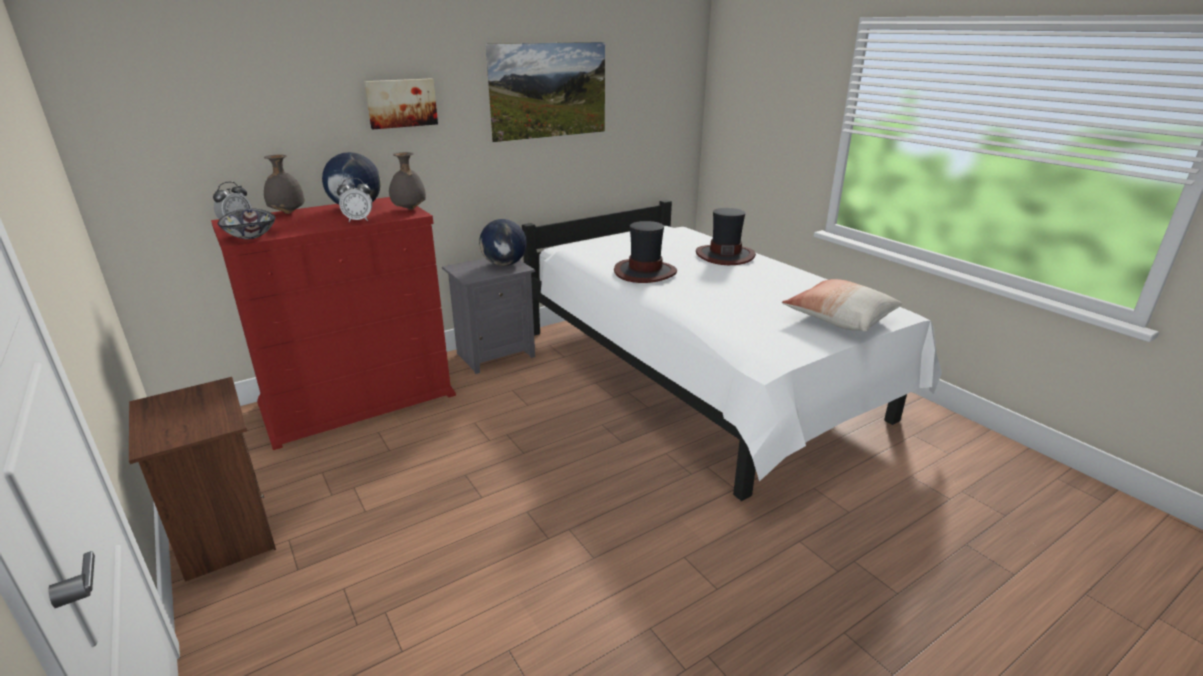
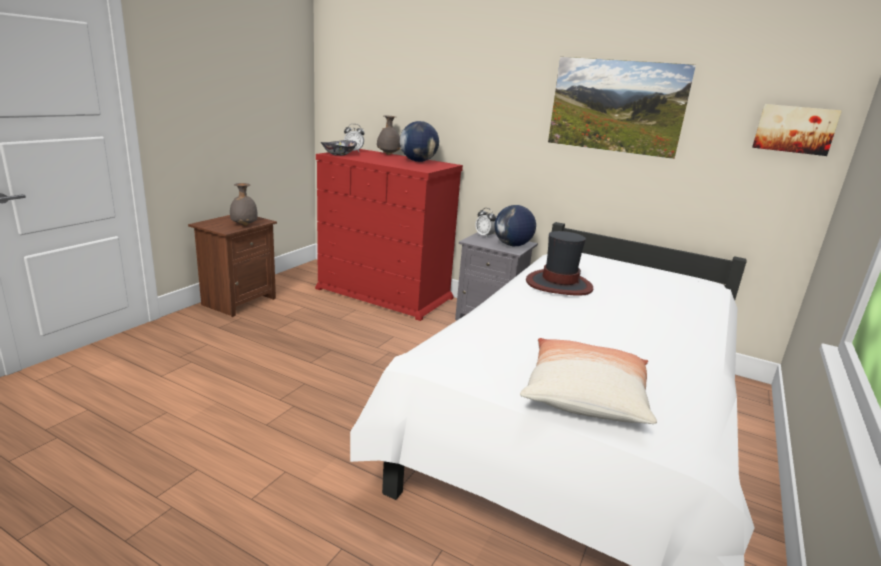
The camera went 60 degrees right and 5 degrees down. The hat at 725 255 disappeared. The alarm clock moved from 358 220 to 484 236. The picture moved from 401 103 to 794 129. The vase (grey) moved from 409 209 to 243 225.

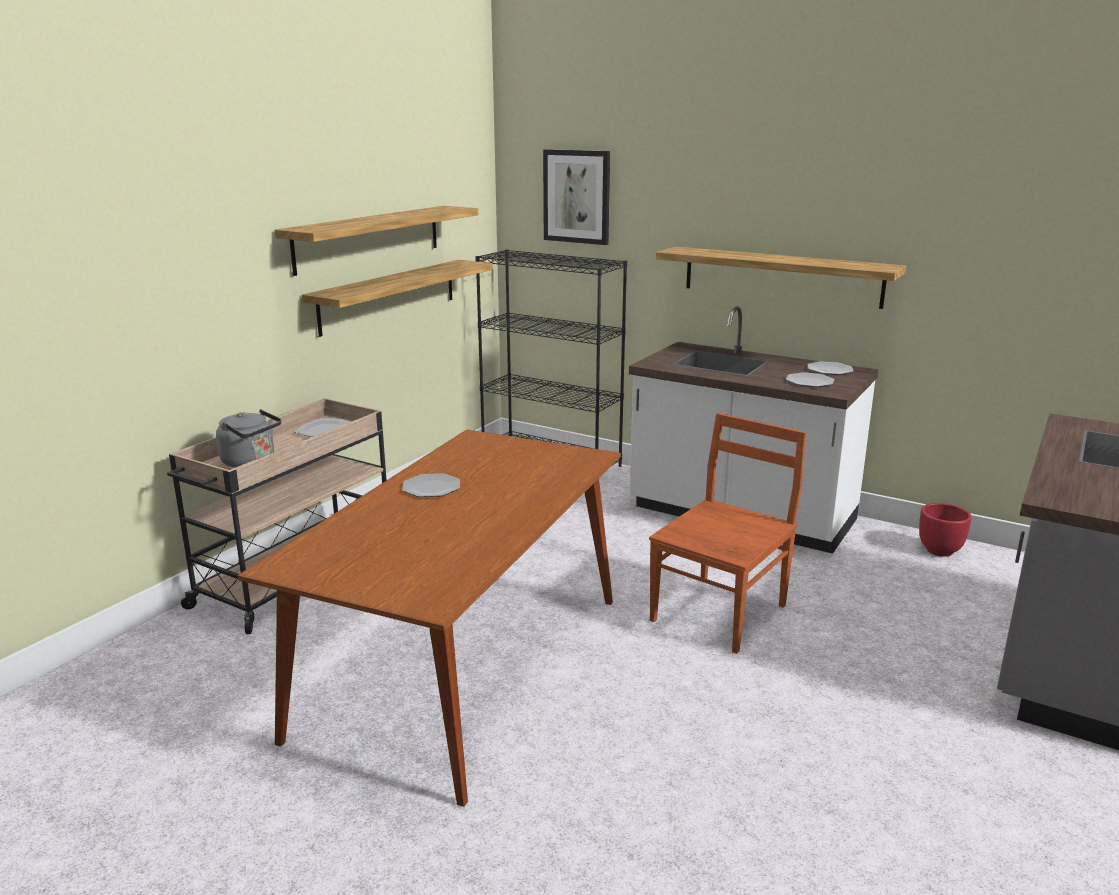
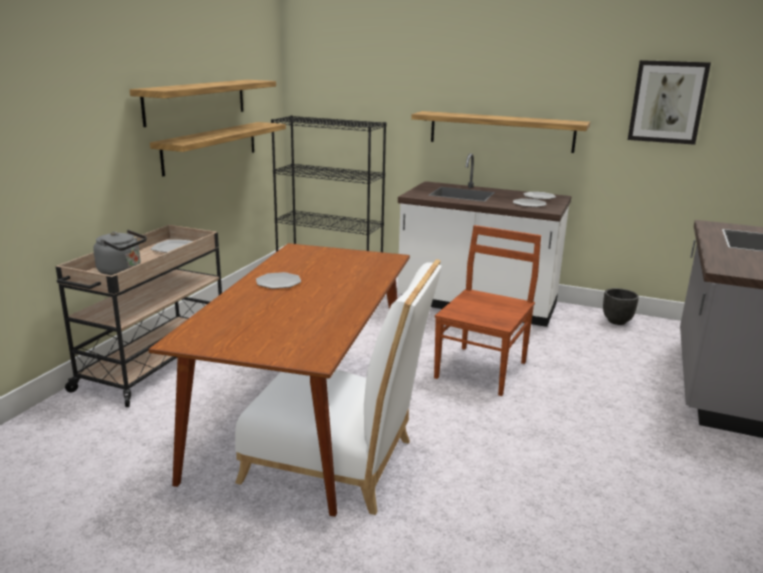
The camera went 10 degrees left and 0 degrees up. The chair (white) at 339 463 appeared. The picture moved from 577 196 to 667 102. The planter (red) at 939 551 became the planter (black) at 617 321.

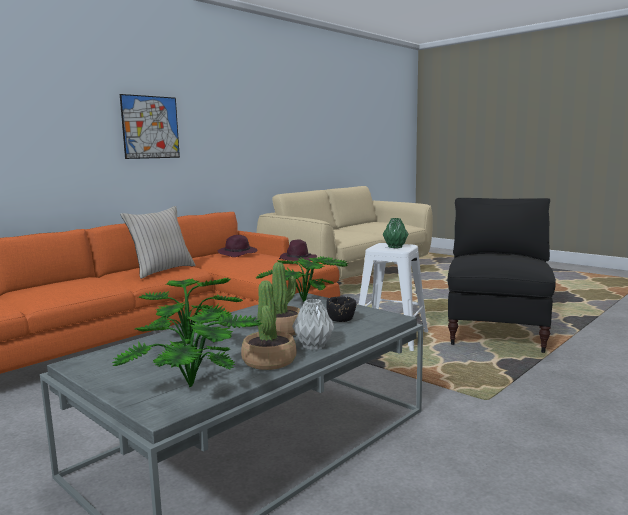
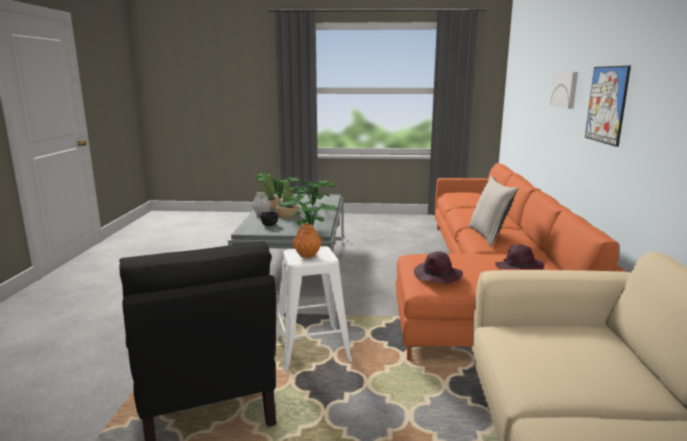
The camera went 140 degrees right and 5 degrees up. The picture at 565 89 appeared. The vase (green) at 394 247 became the vase (orange) at 308 256.

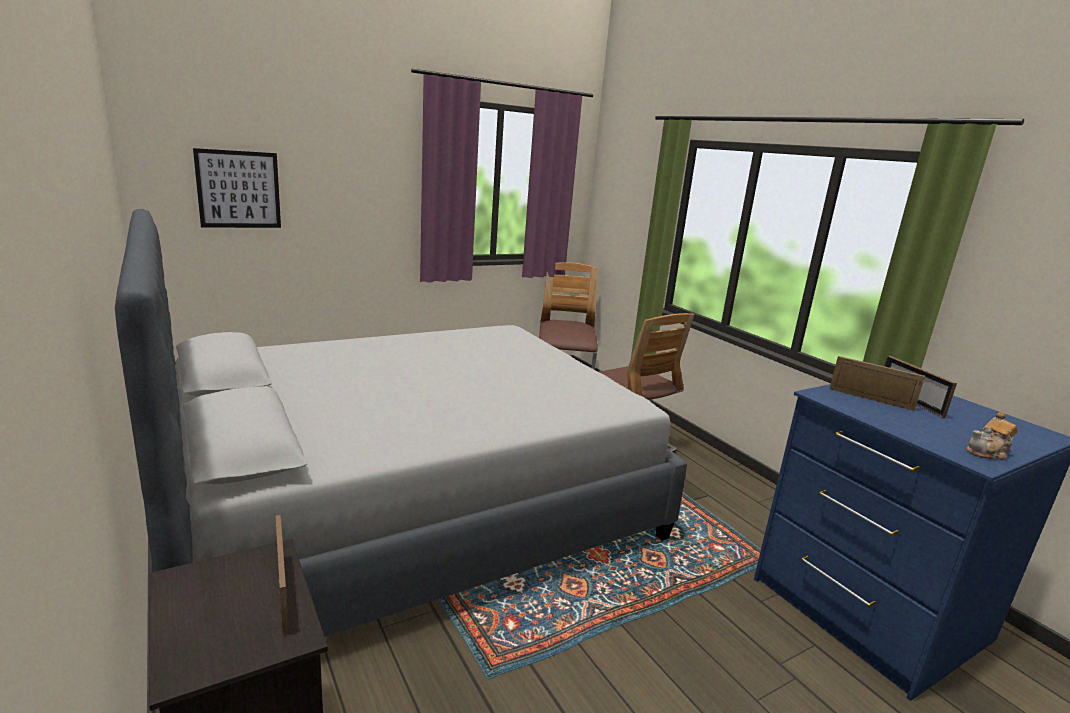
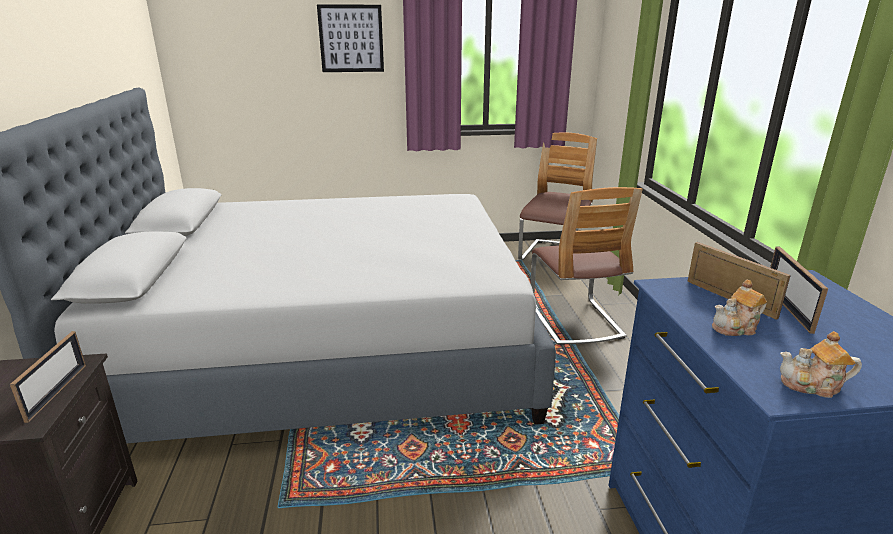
The camera went 25 degrees right and 5 degrees up. The teapot at 736 328 appeared. The picture moved from 239 189 to 351 38.

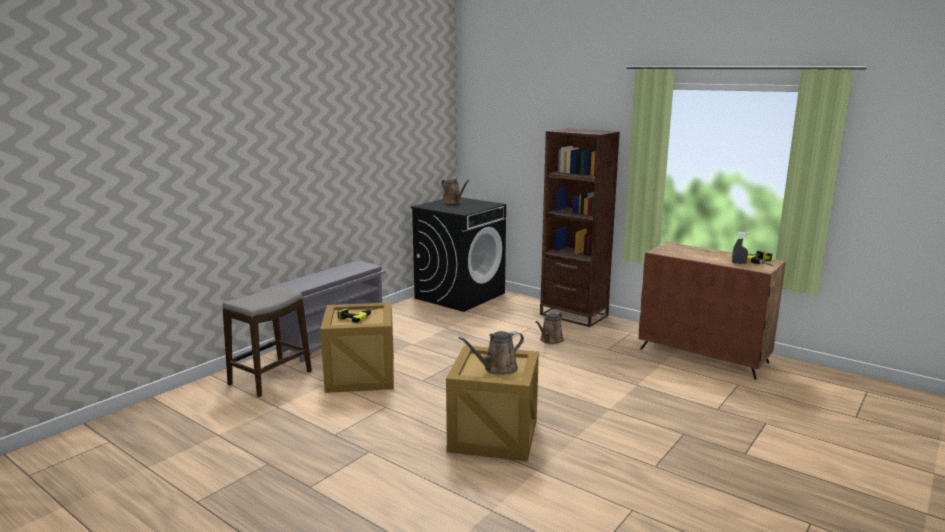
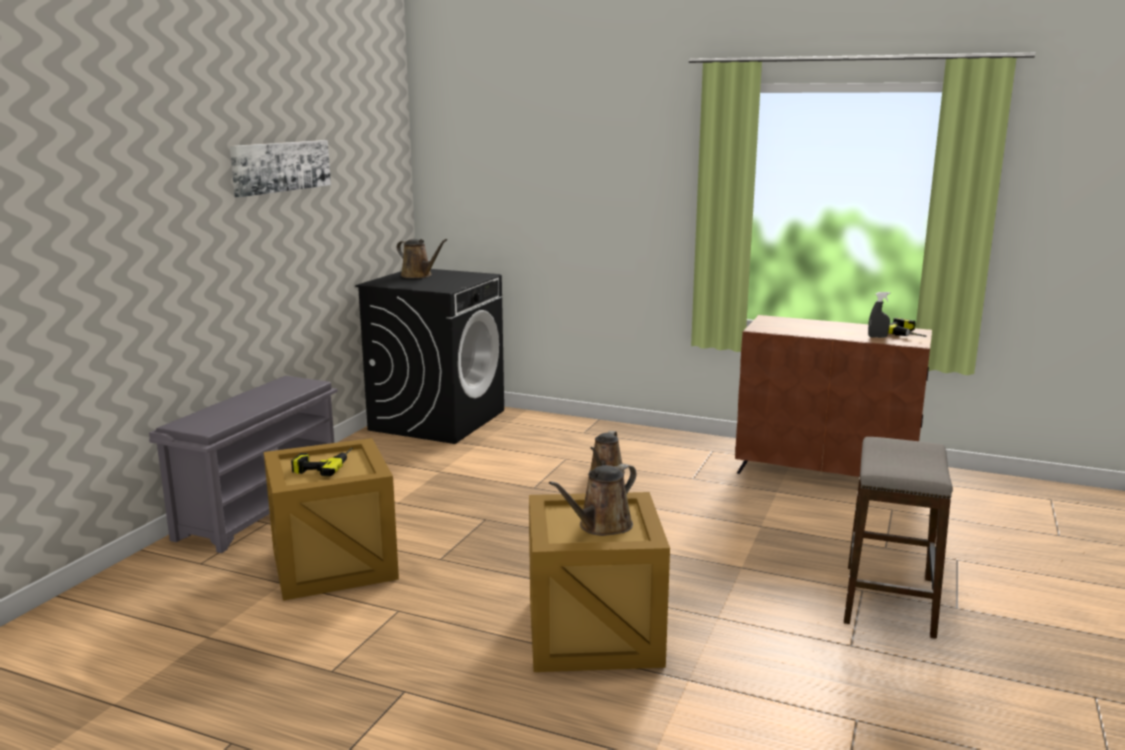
The camera went 15 degrees left and 0 degrees up. The bookcase (brown) at 573 315 disappeared. The picture at 281 166 appeared. The stool moved from 270 378 to 888 601.

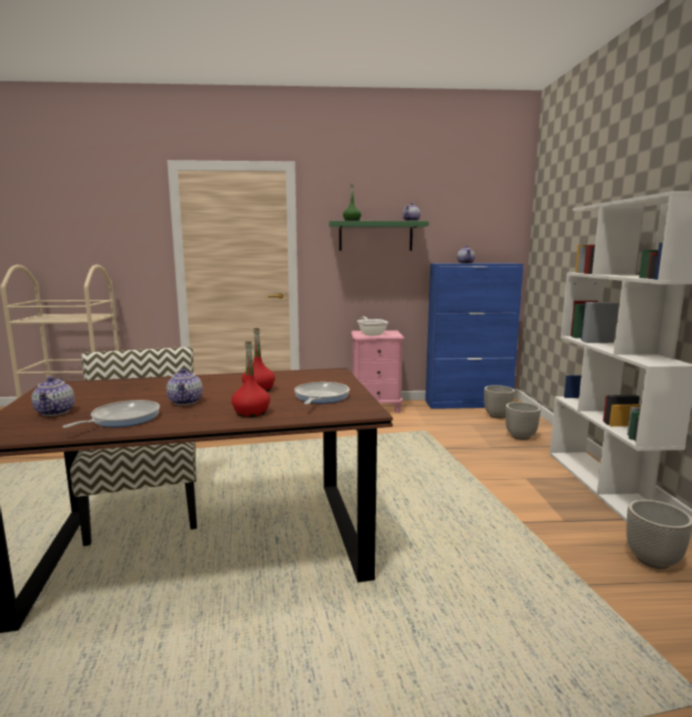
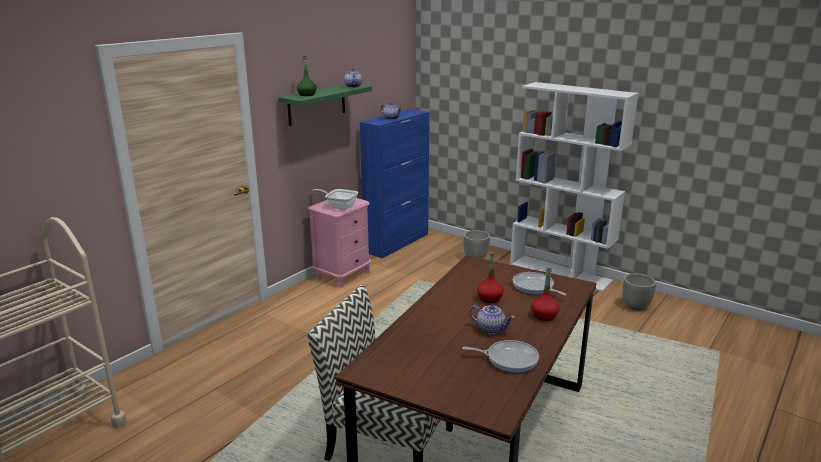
The camera went 50 degrees left and 10 degrees up. The teapot at 56 412 disappeared. The planter at 497 416 disappeared. The frying pan at 122 419 turned 120 degrees clockwise.

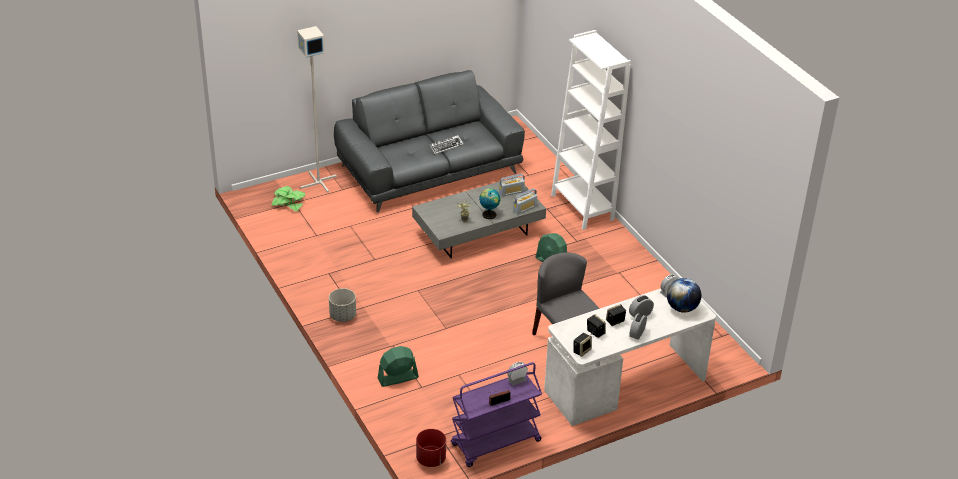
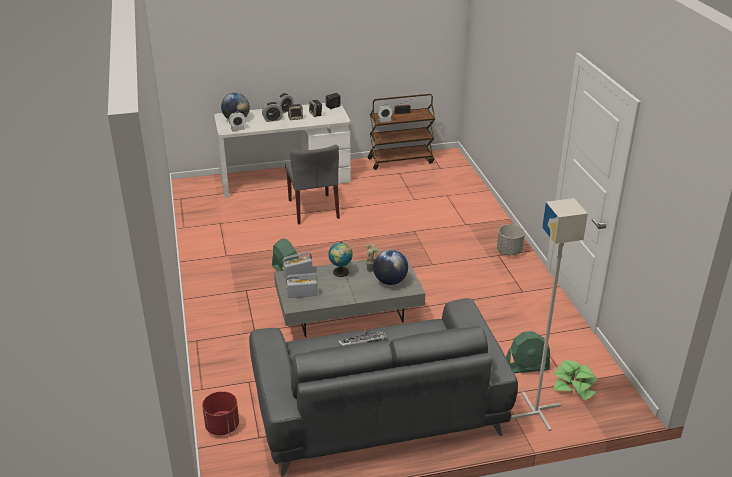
The camera went 165 degrees left and 5 degrees down. The bookcase (white) at 582 207 disappeared. The globe at 390 281 appeared. The fan (green) moved from 398 378 to 526 367. The planter (red) moved from 431 459 to 222 426. The cart (purple) at 495 443 became the cart (brown) at 401 160.

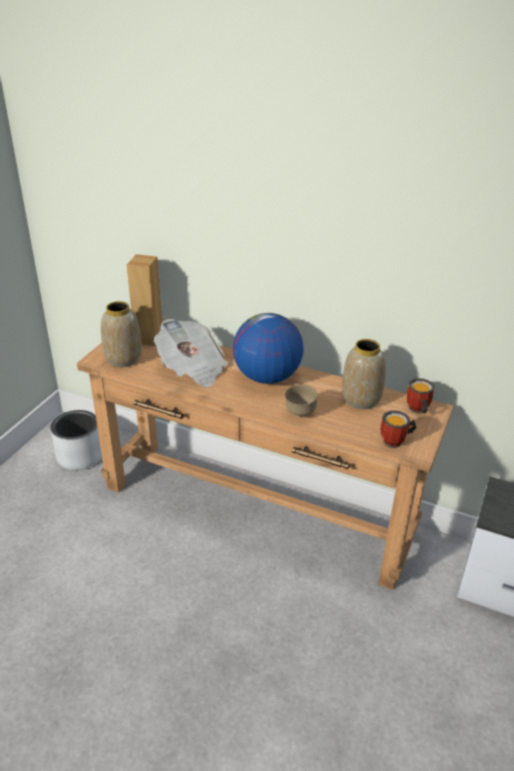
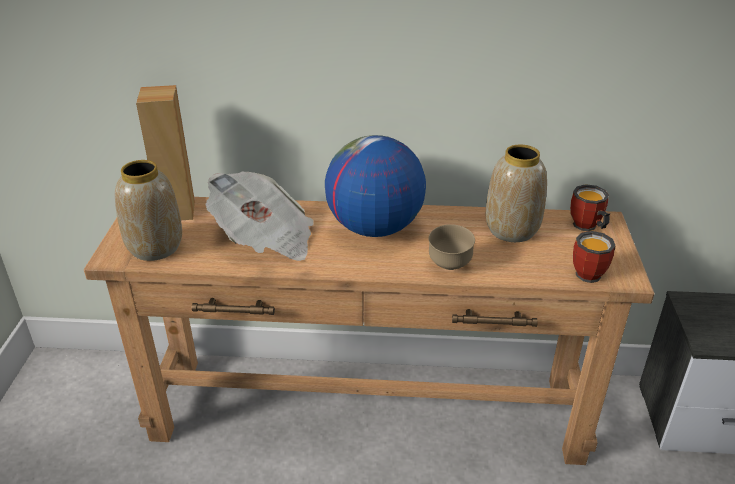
The camera went 20 degrees left and 0 degrees up. The planter (grey) at 80 456 disappeared.

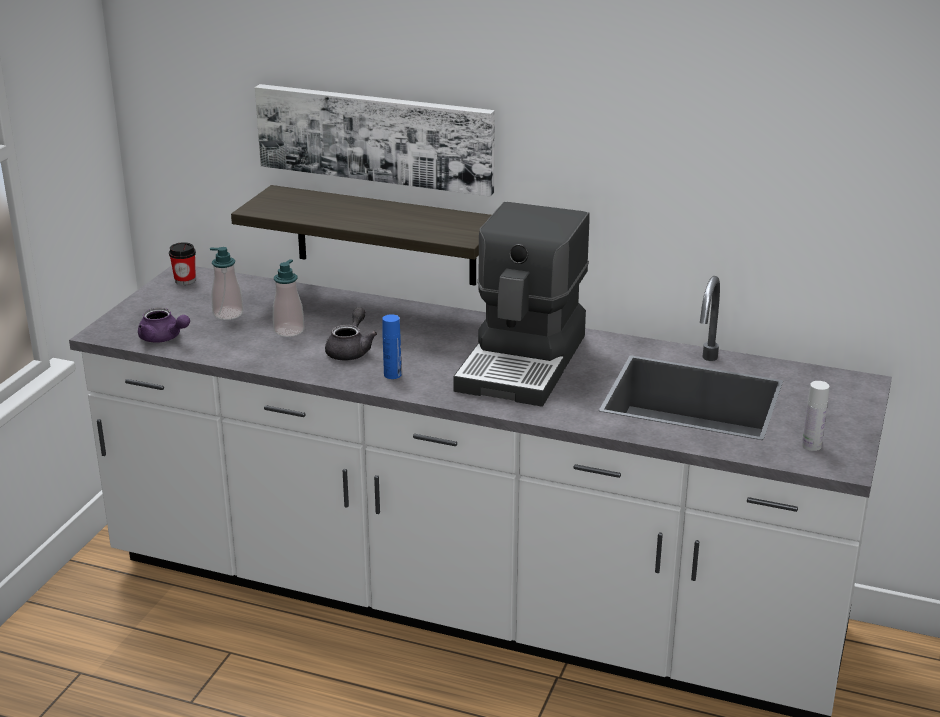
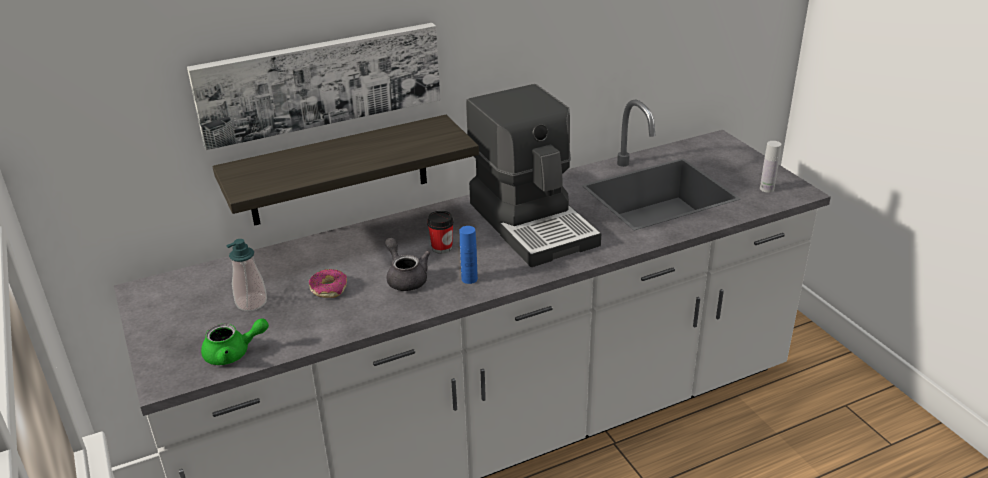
The camera went 45 degrees left and 5 degrees up. The cup moved from 185 281 to 442 248. The soap dispenser at 289 331 was replaced by the donut at 329 289. The teapot (purple) at 163 338 became the teapot (green) at 233 353.

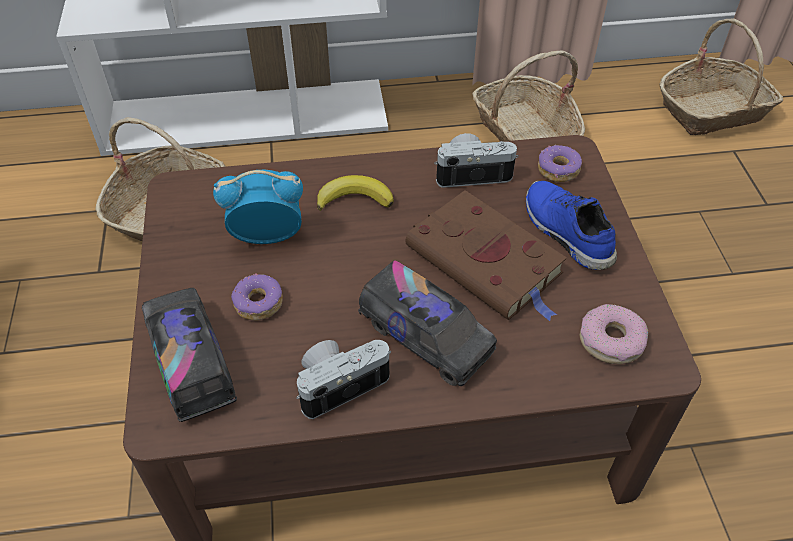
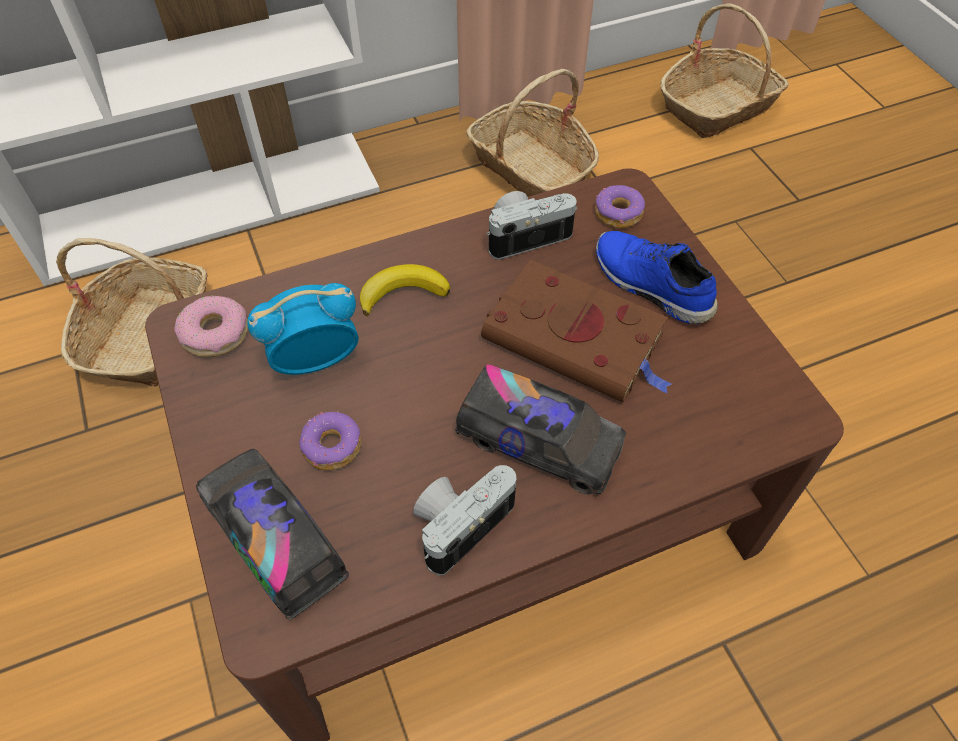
The camera went 15 degrees left and 5 degrees up. The donut moved from 611 340 to 215 333.

